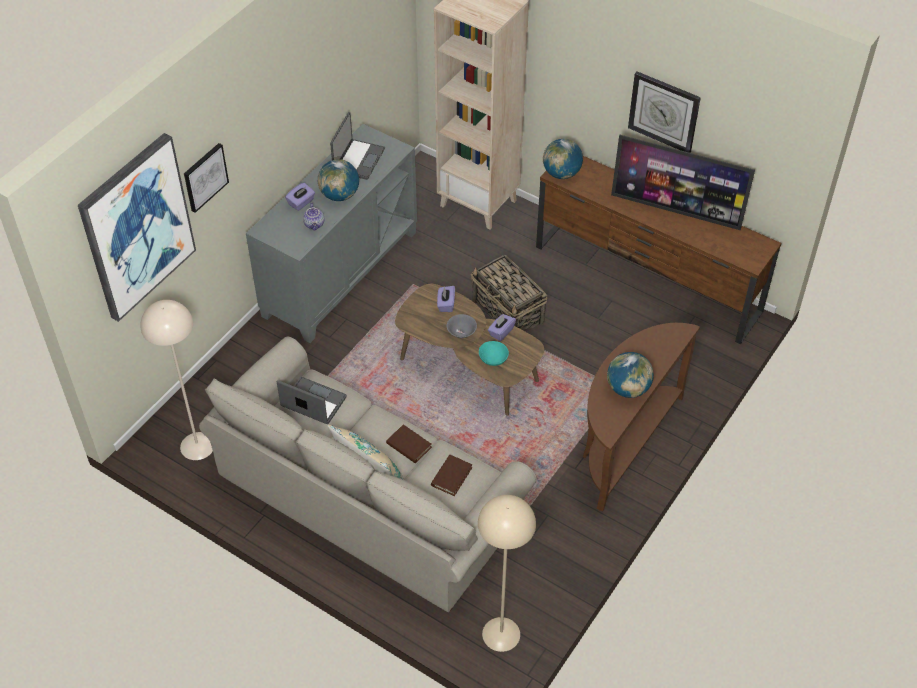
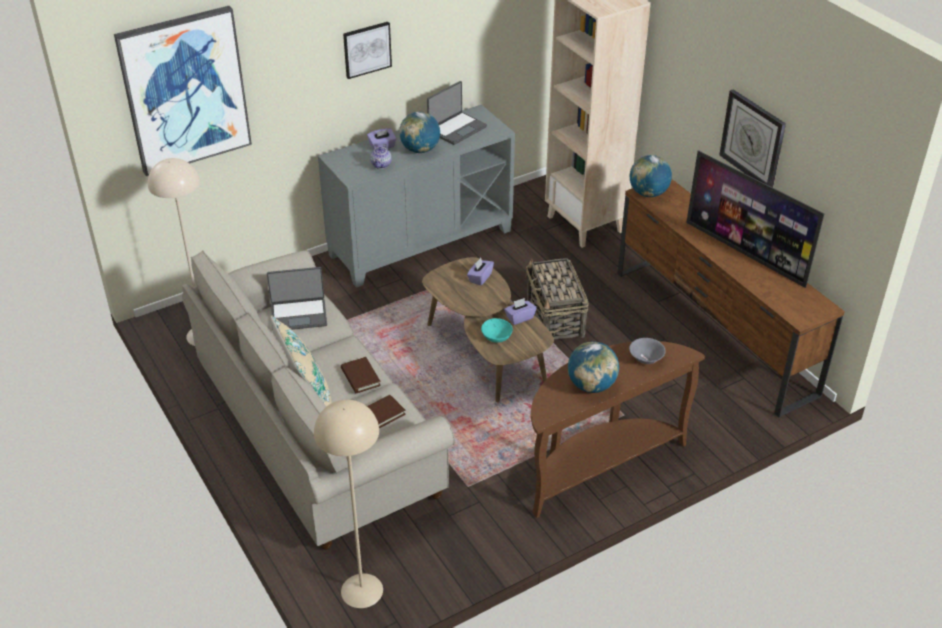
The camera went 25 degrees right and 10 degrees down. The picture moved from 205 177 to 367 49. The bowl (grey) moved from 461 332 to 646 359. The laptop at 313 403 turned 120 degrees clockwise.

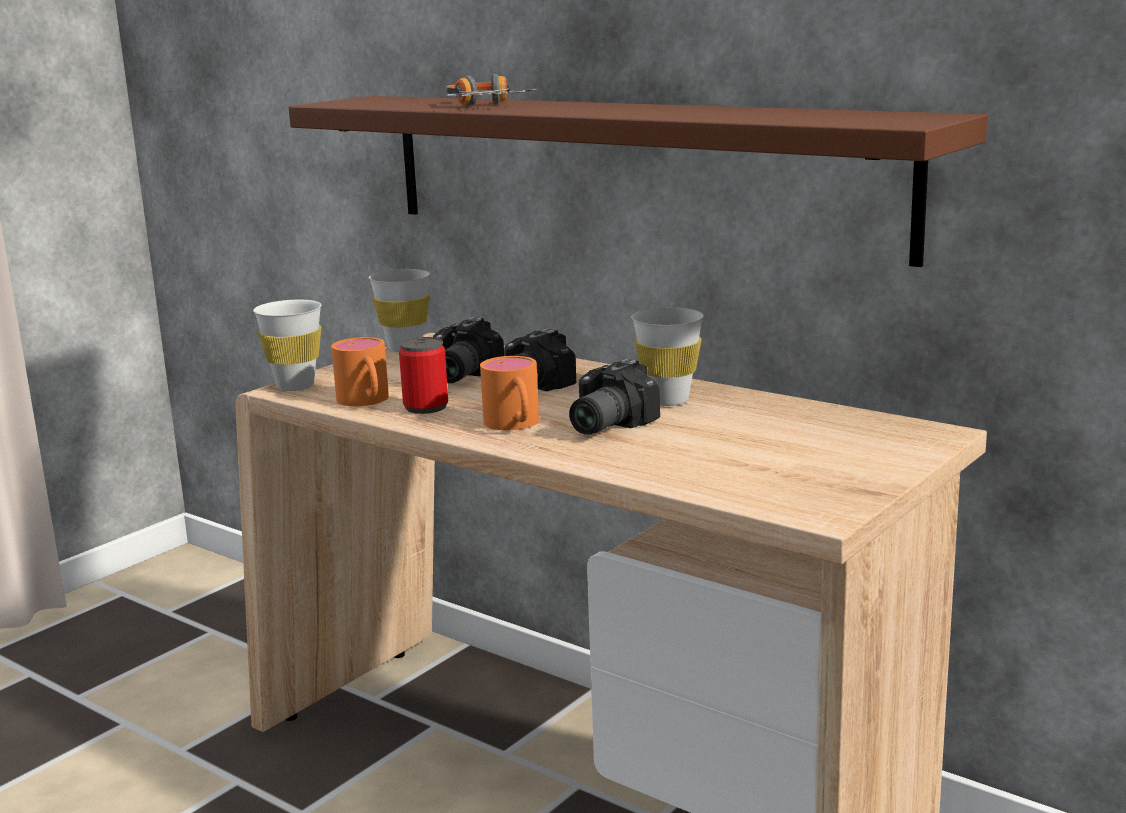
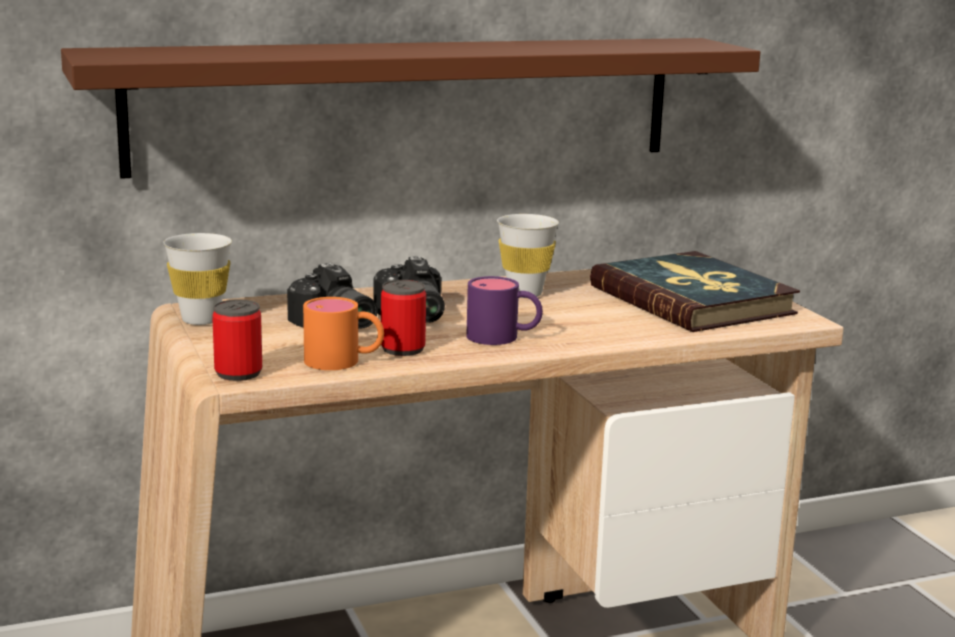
The camera went 60 degrees left and 0 degrees up. The headphones at 484 105 disappeared. The photo camera at 603 425 disappeared. The book at 692 300 appeared. The cup (white) at 295 386 was replaced by the can at 238 373. The mug (orange) at 515 425 became the mug (purple) at 504 337.

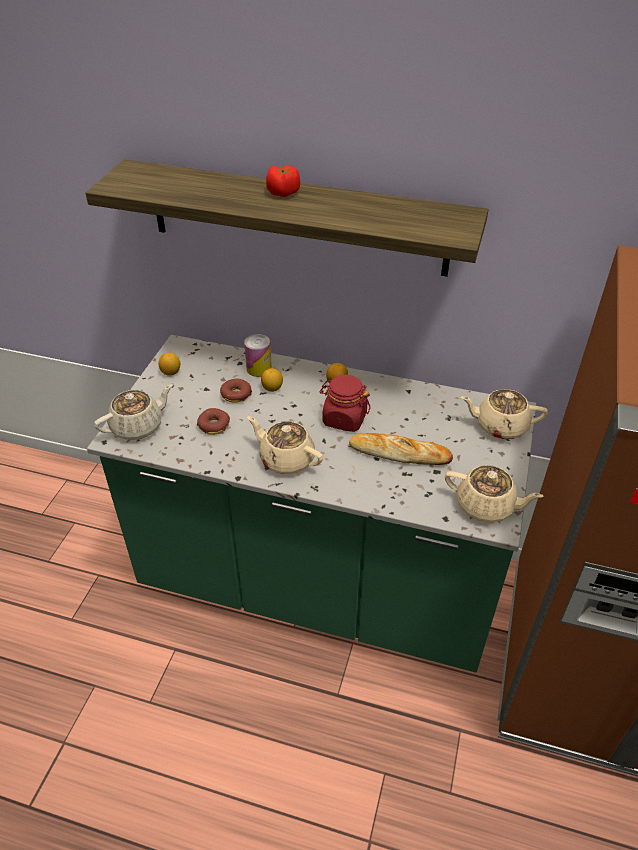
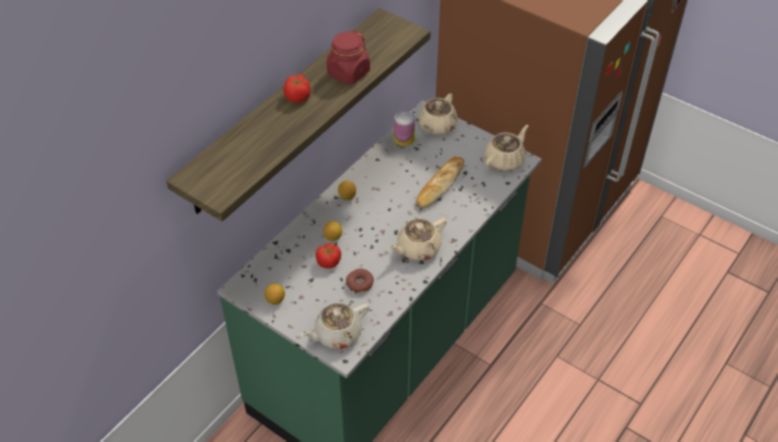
The camera went 70 degrees left and 5 degrees up. The can moved from 259 368 to 404 138. The jar (red) moved from 344 419 to 348 73. The donut at 236 394 was replaced by the tomato at 329 262. The teapot (beige) at 138 426 turned 105 degrees counterclockwise.

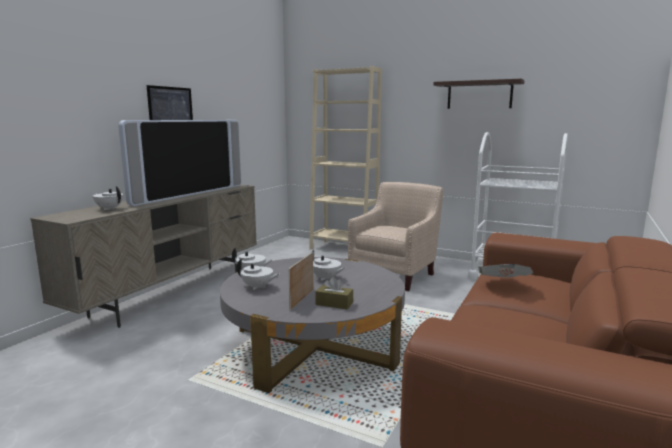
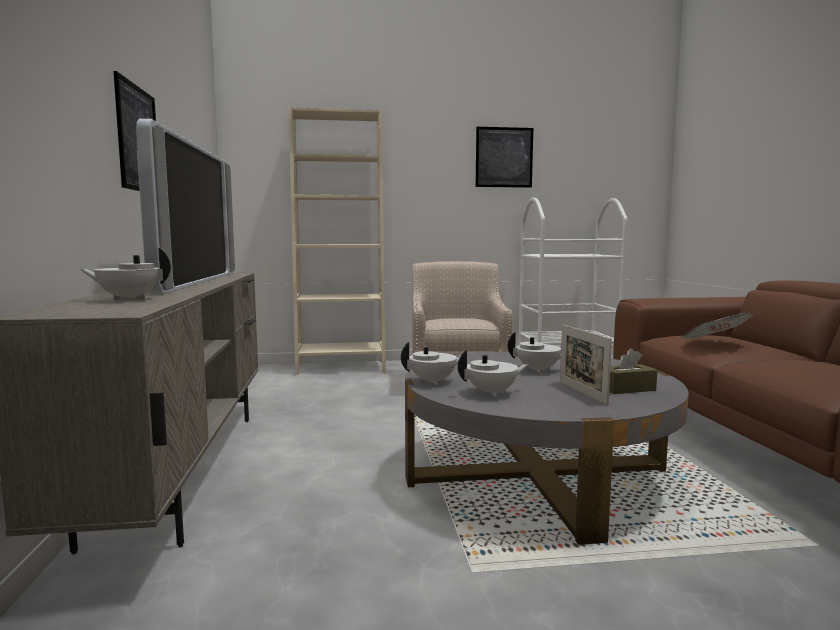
The camera went 35 degrees left and 5 degrees down. The shelf at 479 95 was replaced by the picture at 504 157.

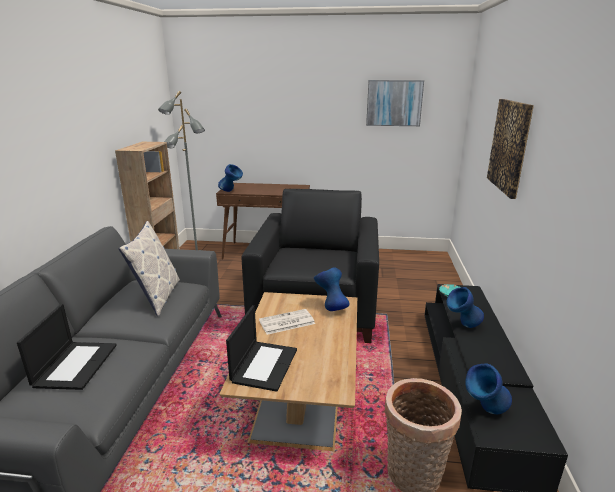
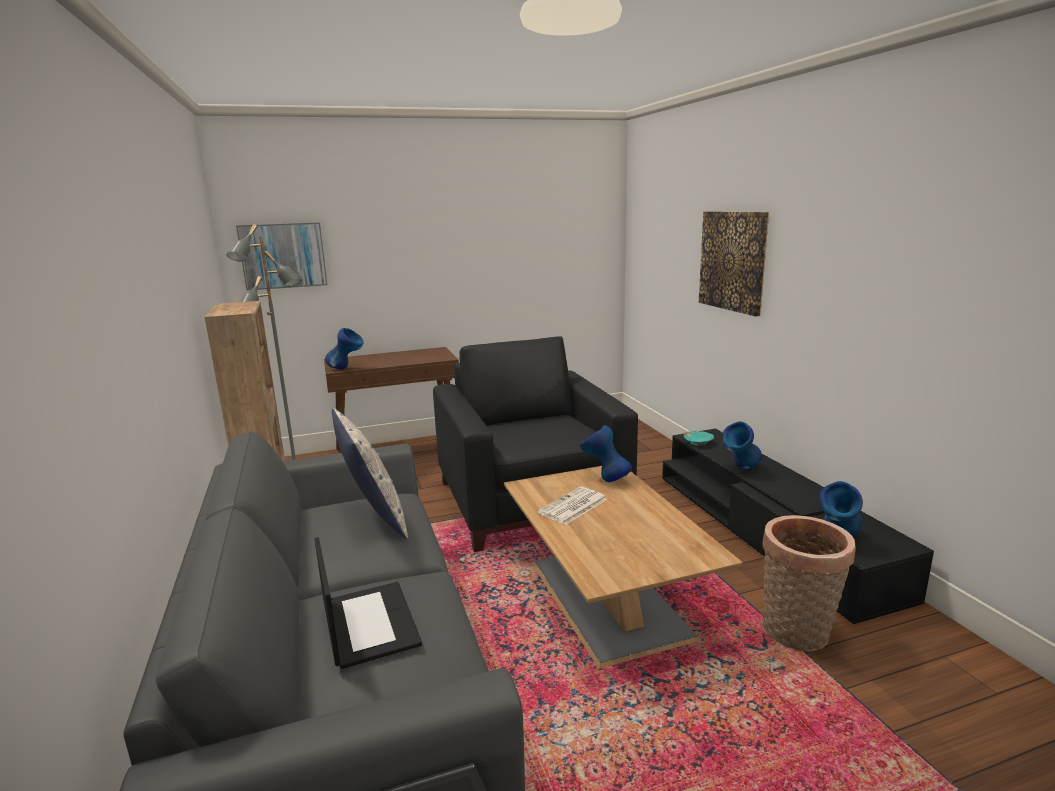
The camera went 25 degrees left and 5 degrees down. The laptop at 264 365 disappeared. The picture moved from 394 103 to 283 256.

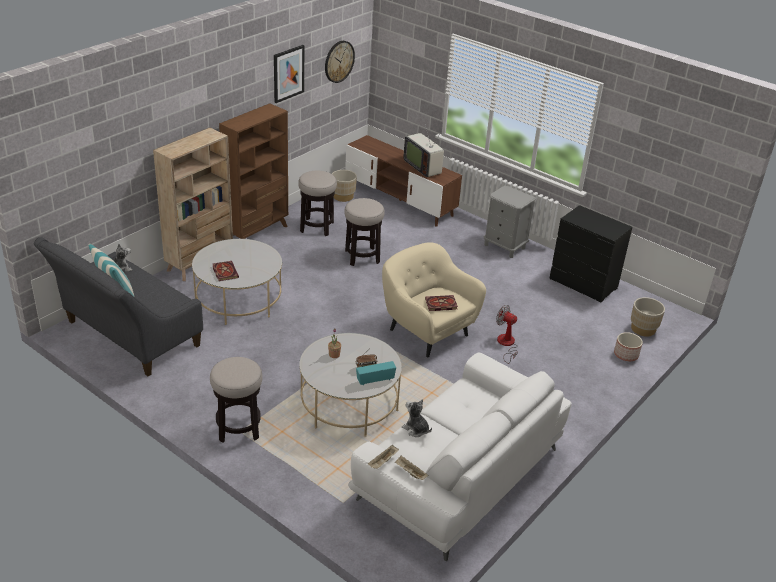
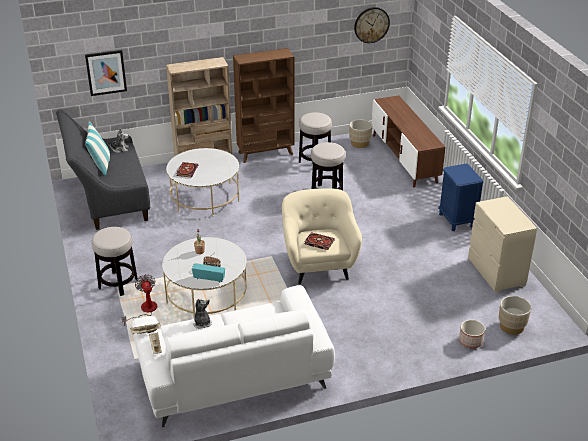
The camera went 35 degrees right and 0 degrees up. The television at 423 167 disappeared. The picture moved from 288 73 to 106 72. The fan moved from 506 344 to 145 311. The nightstand (grey) at 504 246 became the nightstand (blue) at 456 220. The dresser (black) at 583 284 became the dresser (beige) at 496 272.

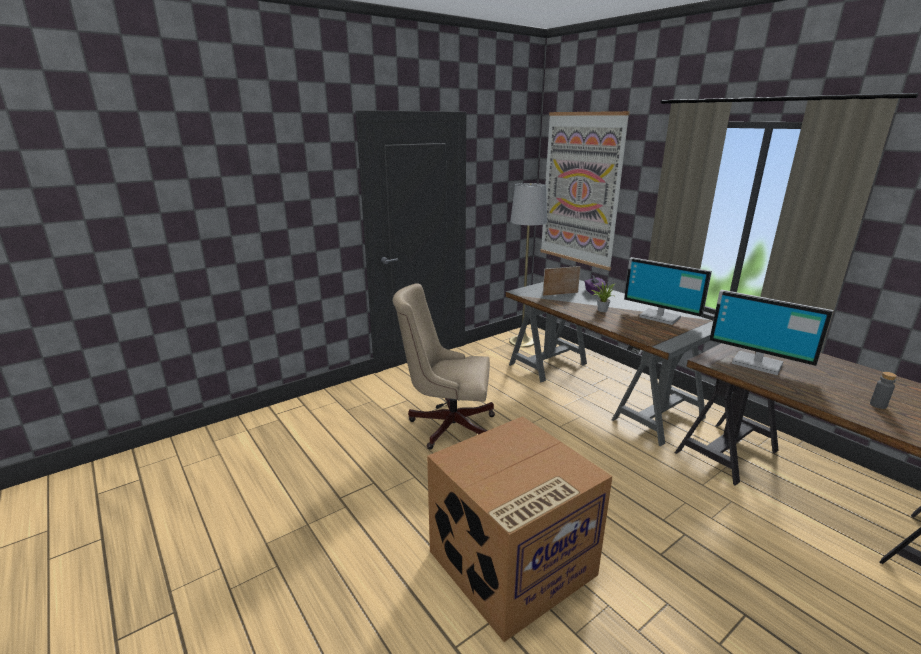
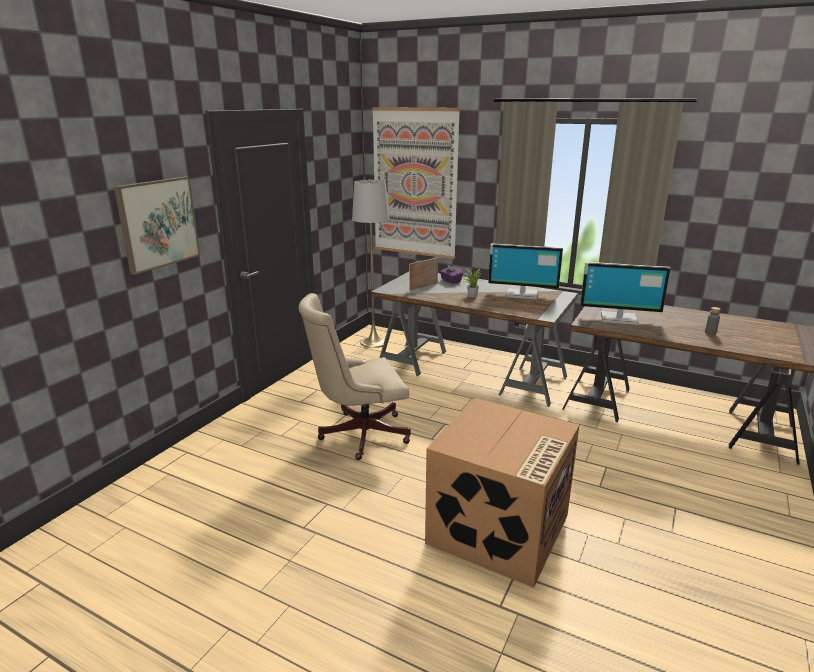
The camera went 25 degrees left and 0 degrees up. The picture at 158 223 appeared.

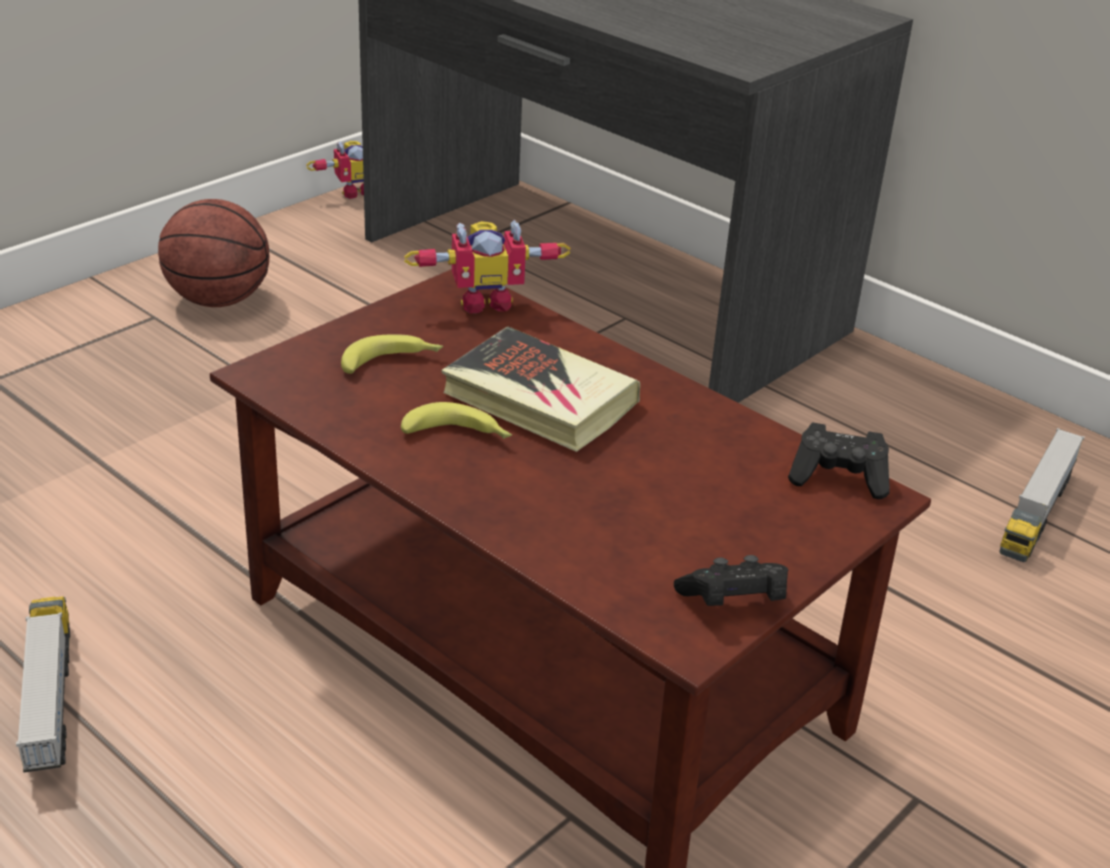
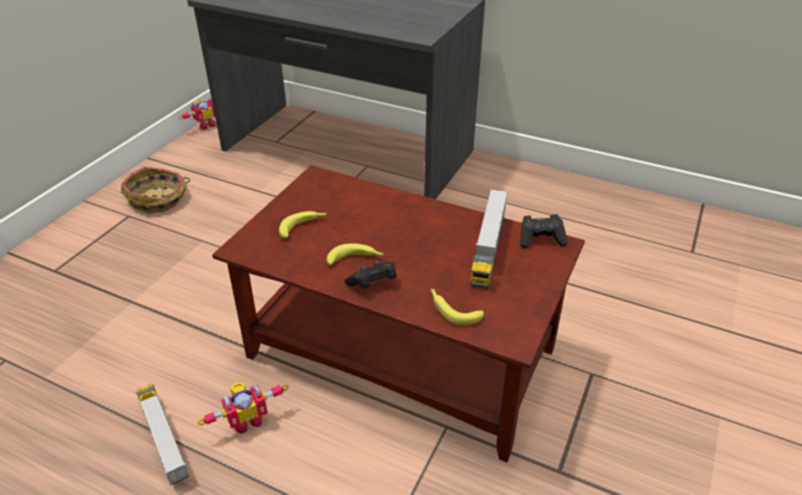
The camera went 15 degrees left and 5 degrees up. The book at 539 399 disappeared. The banana at 452 309 appeared. The toy robot moved from 485 301 to 247 420. The game controller (black) moved from 732 603 to 373 284. The toy truck moved from 1036 513 to 488 249. The basketball at 218 300 was replaced by the basket at 159 199.

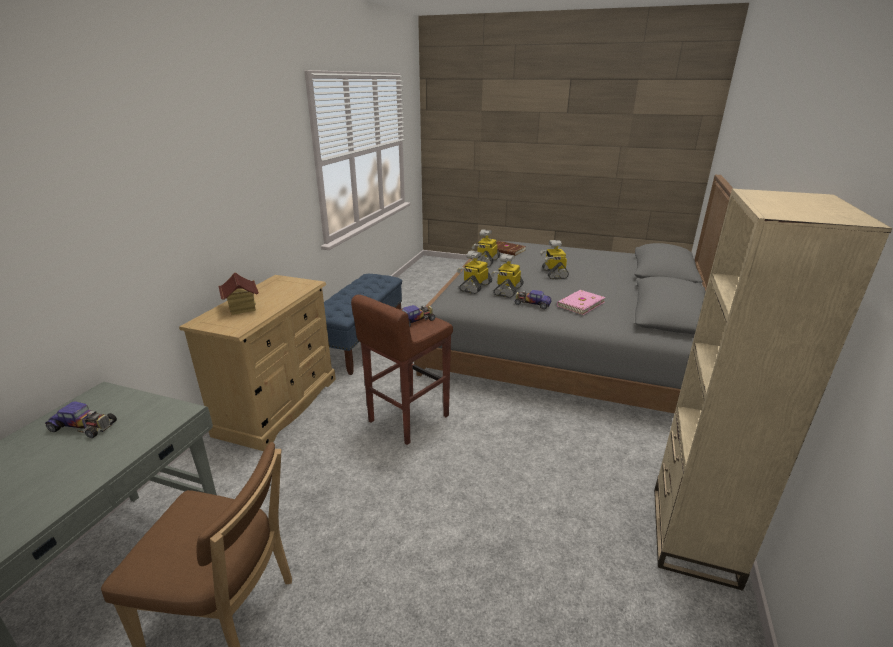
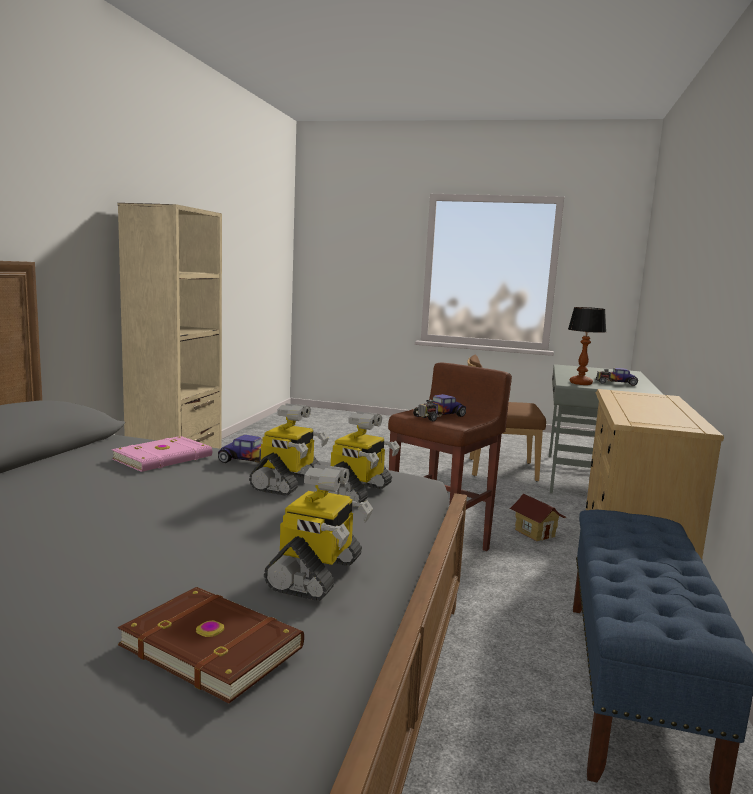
The camera went 175 degrees right and 15 degrees down. The toy robot at 553 273 disappeared. The table lamp at 581 383 appeared. The toy house moved from 241 307 to 535 533.

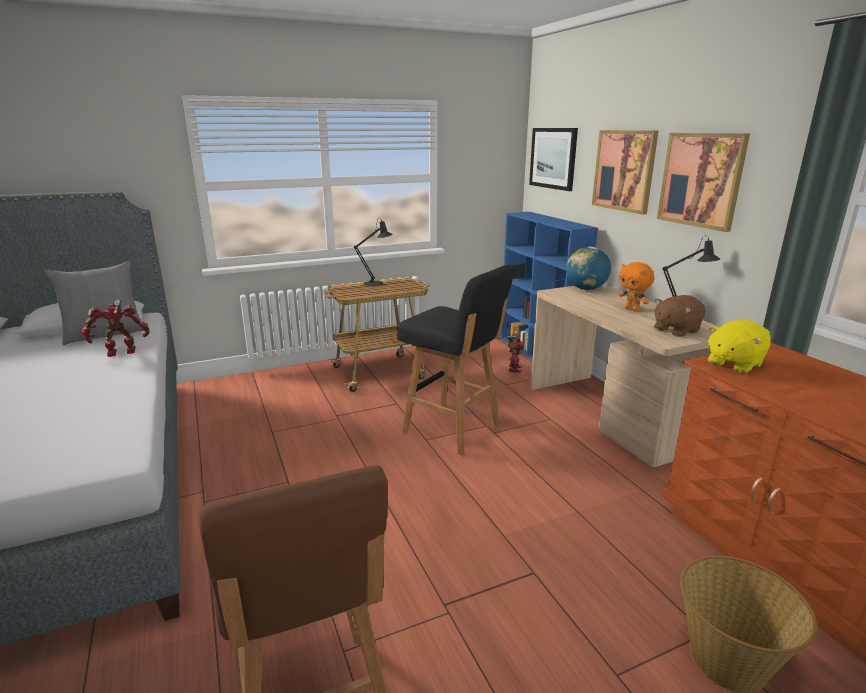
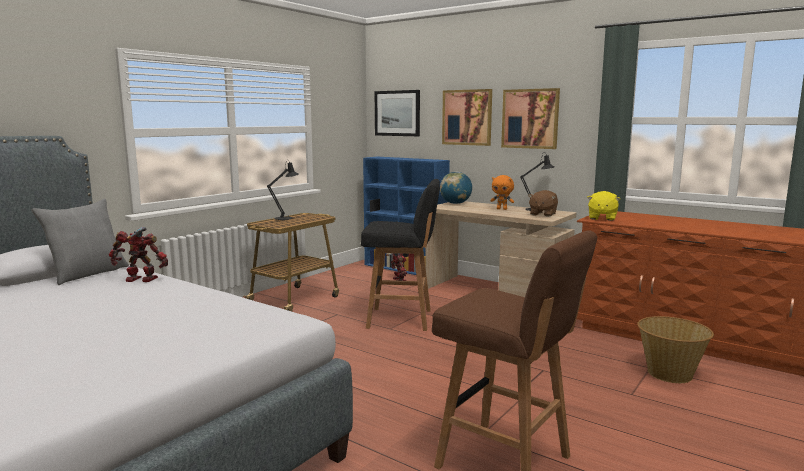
The camera went 30 degrees left and 10 degrees down. The toy robot at 122 352 turned 60 degrees clockwise.

